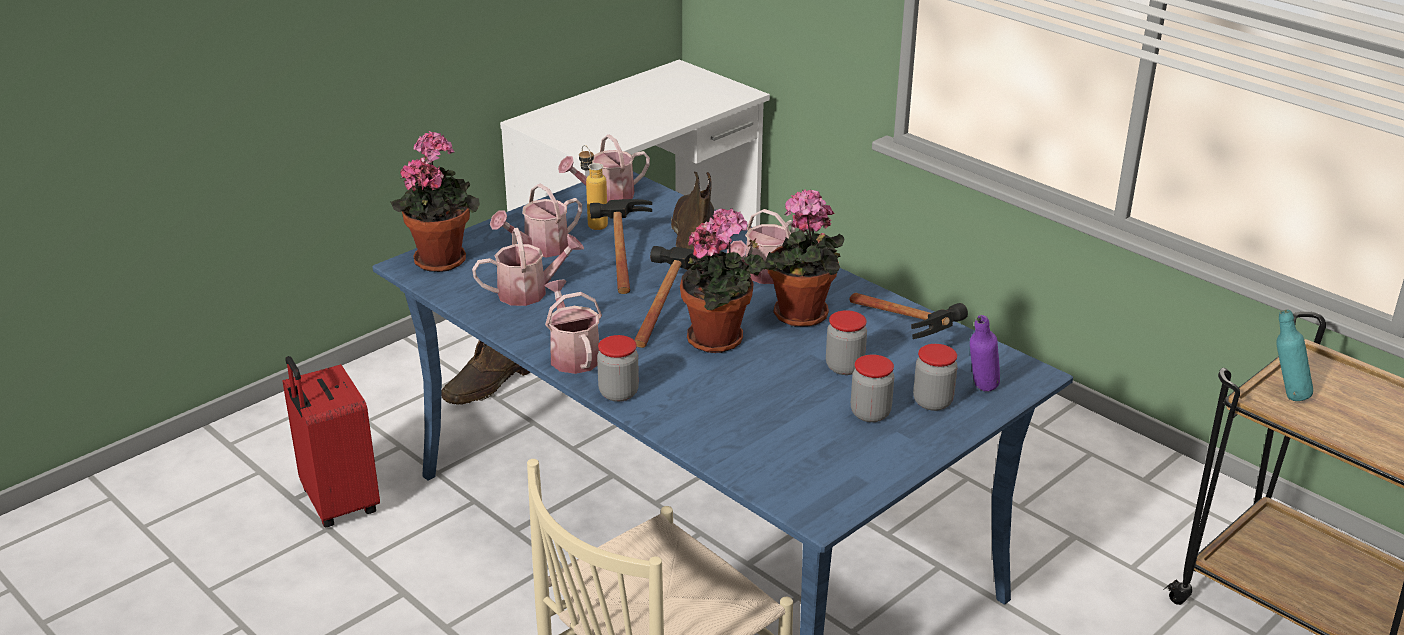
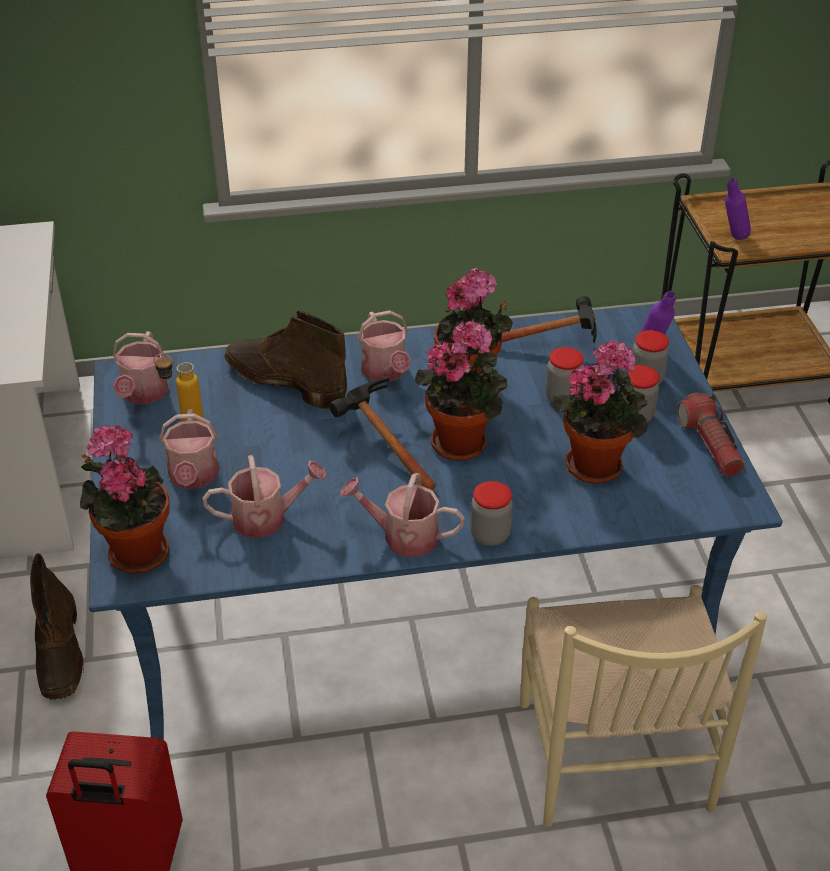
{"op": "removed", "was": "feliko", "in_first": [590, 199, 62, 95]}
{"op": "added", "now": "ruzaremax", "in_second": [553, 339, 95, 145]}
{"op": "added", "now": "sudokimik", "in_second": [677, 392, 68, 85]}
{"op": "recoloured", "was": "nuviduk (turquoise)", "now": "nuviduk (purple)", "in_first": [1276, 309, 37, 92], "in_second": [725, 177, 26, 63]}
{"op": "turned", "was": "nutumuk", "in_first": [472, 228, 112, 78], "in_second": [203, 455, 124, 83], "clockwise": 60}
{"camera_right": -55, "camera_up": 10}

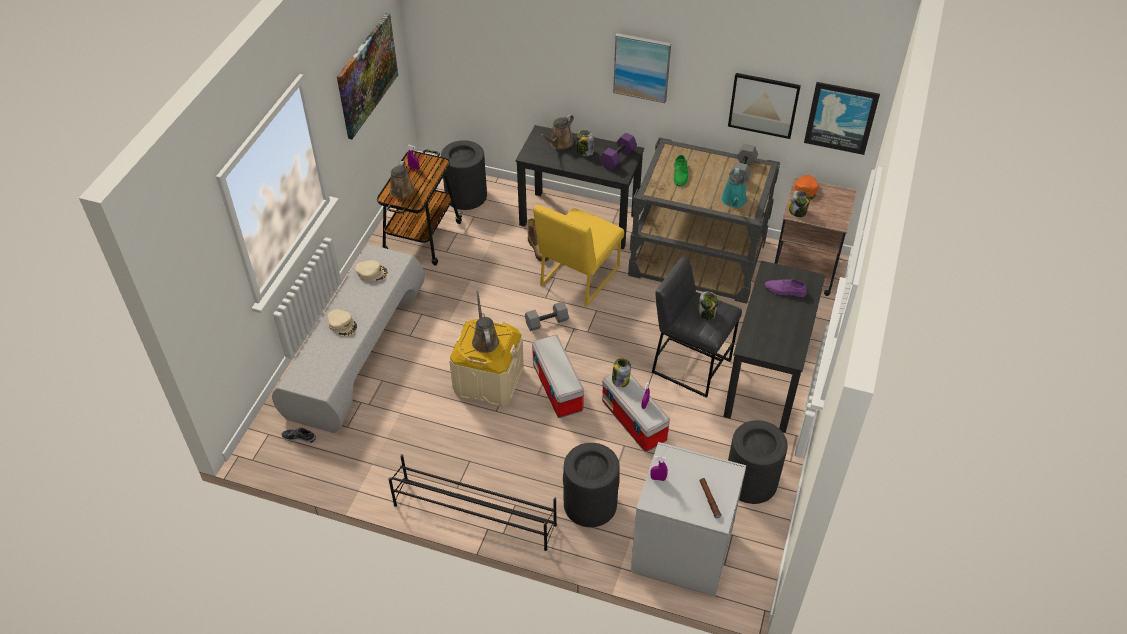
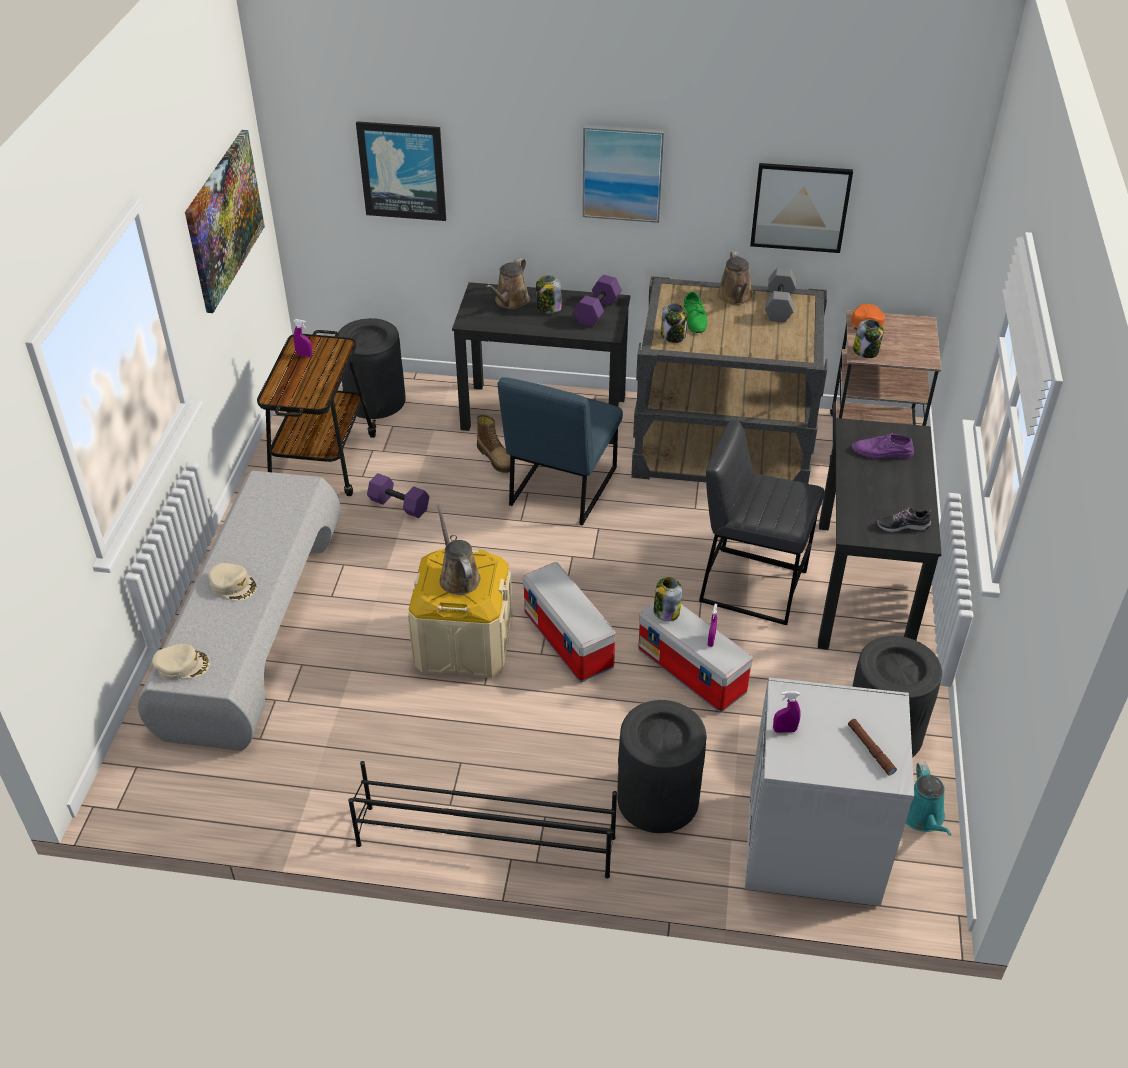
{"op": "removed", "was": "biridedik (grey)", "in_first": [525, 302, 44, 29]}
{"op": "added", "now": "biridedik (purple)", "in_second": [367, 473, 62, 45]}
{"op": "moved", "was": "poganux", "in_first": [282, 428, 34, 15], "in_second": [877, 507, 54, 25]}
{"op": "moved", "was": "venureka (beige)", "in_first": [355, 260, 33, 21], "in_second": [152, 644, 58, 36]}
{"op": "moved", "was": "nutumuk (brown)", "in_first": [390, 161, 25, 38], "in_second": [717, 251, 36, 54]}
{"op": "moved", "was": "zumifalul", "in_first": [698, 291, 20, 29], "in_second": [661, 303, 26, 40]}
{"op": "moved", "was": "nutumuk (turquoise)", "in_first": [721, 168, 26, 40], "in_second": [906, 763, 46, 73]}
{"op": "moved", "was": "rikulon", "in_first": [804, 82, 76, 73], "in_second": [356, 121, 90, 100]}
{"op": "recoloured", "was": "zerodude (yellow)", "now": "zerodude (blue)", "in_first": [533, 205, 91, 102], "in_second": [498, 377, 125, 149]}
{"camera_right": -10, "camera_up": -5}

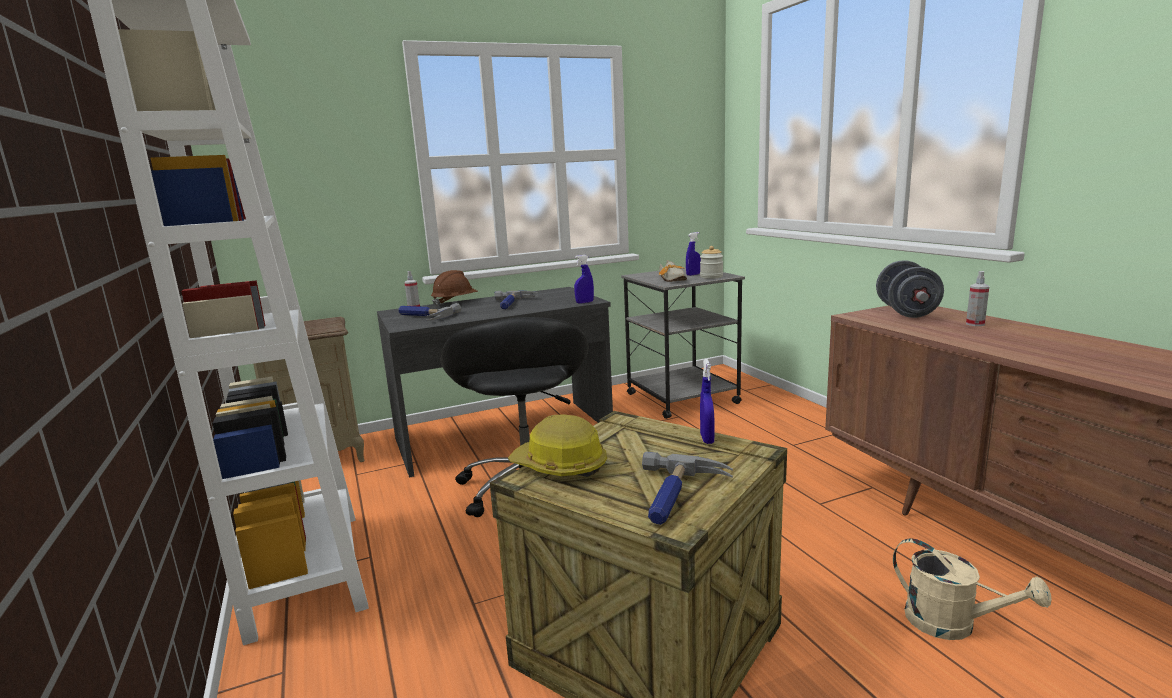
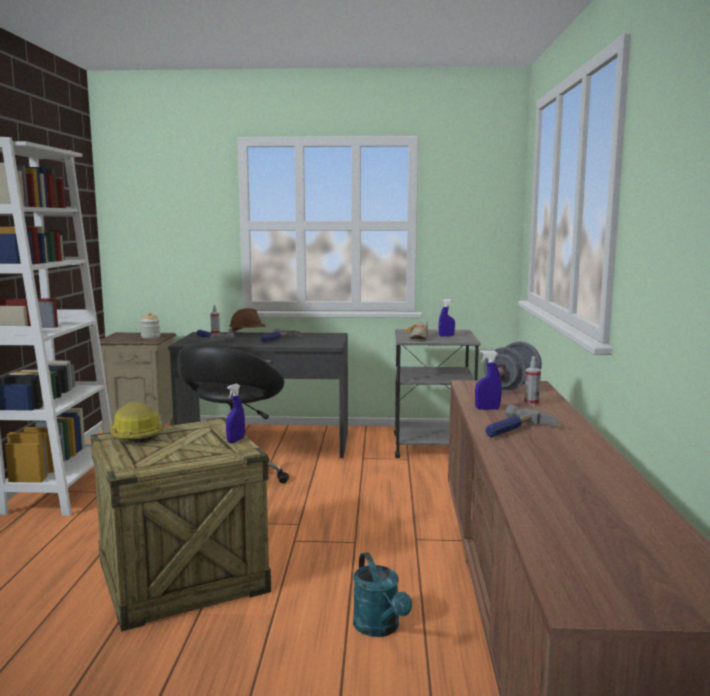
{"op": "moved", "was": "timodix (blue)", "in_first": [574, 255, 20, 49], "in_second": [475, 350, 27, 60]}
{"op": "moved", "was": "feliko", "in_first": [642, 452, 91, 73], "in_second": [485, 405, 77, 32]}
{"op": "moved", "was": "zumifalul", "in_first": [700, 246, 23, 33], "in_second": [140, 312, 20, 27]}
{"op": "recoloured", "was": "nutumuk (beige)", "now": "nutumuk (turquoise)", "in_first": [893, 538, 158, 102], "in_second": [353, 552, 59, 85]}
{"camera_right": 25, "camera_up": -5}

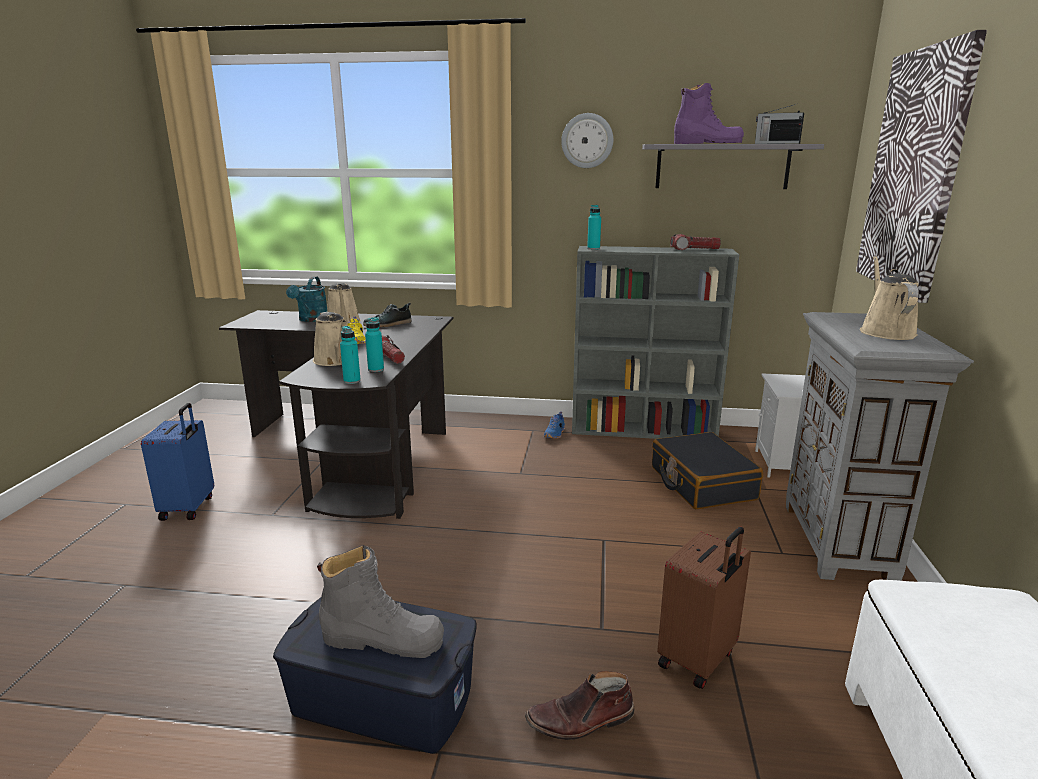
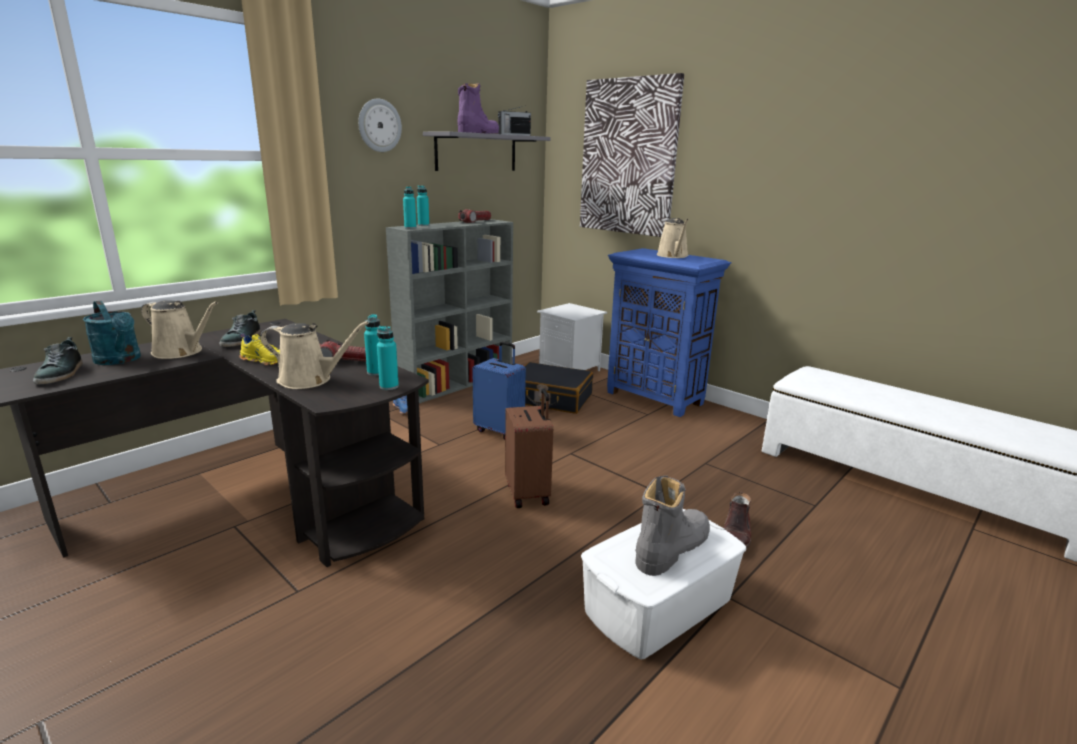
{"op": "added", "now": "poganux", "in_second": [33, 337, 50, 47]}
{"op": "added", "now": "nuviduk (turquoise)", "in_second": [417, 186, 12, 40]}
{"op": "moved", "was": "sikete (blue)", "in_first": [141, 403, 73, 118], "in_second": [472, 342, 54, 97]}
{"op": "moved", "was": "sikete (brown)", "in_first": [657, 527, 94, 162], "in_second": [505, 388, 48, 120]}
{"op": "recoloured", "was": "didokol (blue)", "now": "didokol (white)", "in_first": [273, 598, 204, 156], "in_second": [581, 509, 165, 151]}
{"op": "recoloured", "was": "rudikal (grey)", "now": "rudikal (blue)", "in_first": [786, 312, 188, 269], "in_second": [607, 248, 125, 169]}
{"op": "turned", "was": "nutumuk (beige)", "in_first": [860, 256, 59, 84], "in_second": [657, 218, 32, 40], "clockwise": -135}
{"camera_right": -55, "camera_up": 0}

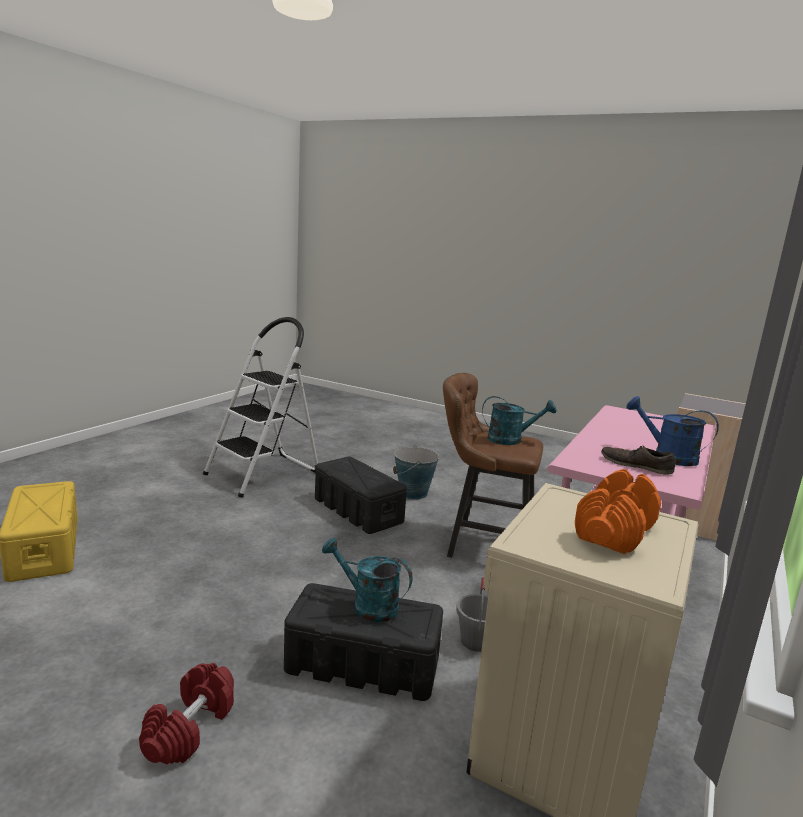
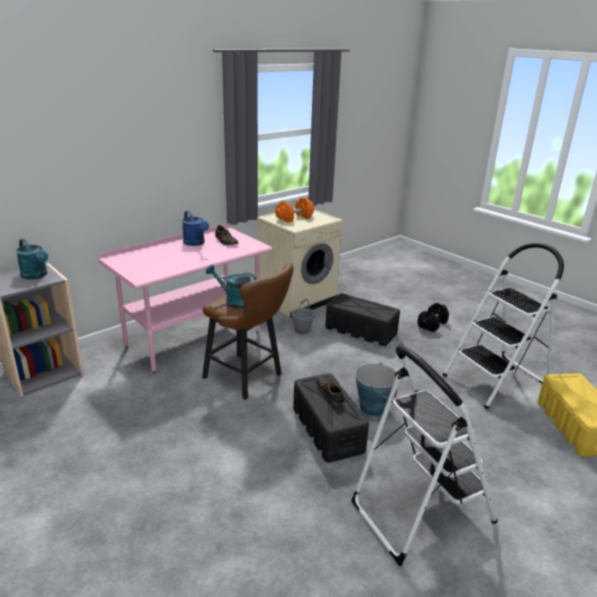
{"op": "added", "now": "poganux (brown)", "in_second": [316, 376, 28, 29]}
{"op": "added", "now": "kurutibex", "in_second": [443, 243, 121, 166]}
{"op": "moved", "was": "nutumuk (turquoise)", "in_first": [322, 538, 91, 84], "in_second": [16, 239, 32, 40]}
{"op": "moved", "was": "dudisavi", "in_first": [393, 445, 46, 55], "in_second": [355, 362, 43, 55]}
{"op": "recoloured", "was": "biridedik (red)", "now": "biridedik (black)", "in_first": [139, 663, 95, 101], "in_second": [418, 303, 31, 29]}
{"camera_right": -160, "camera_up": 10}

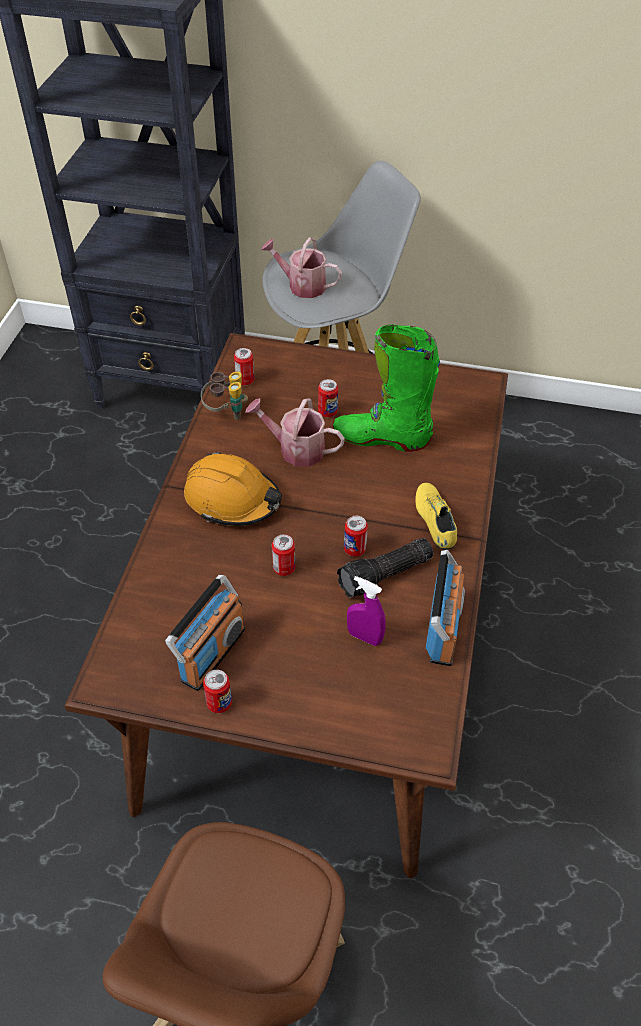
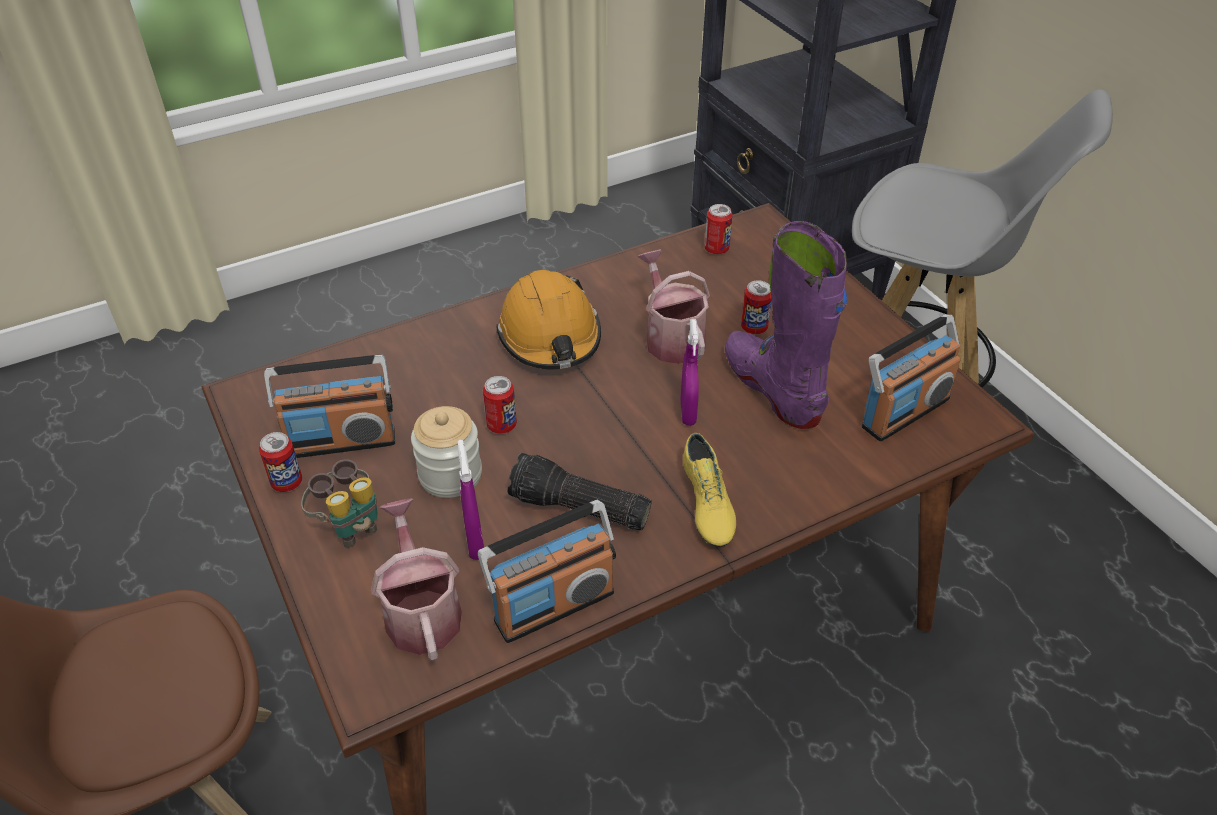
{"op": "removed", "was": "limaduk", "in_first": [344, 516, 24, 41]}
{"op": "added", "now": "zumifalul", "in_second": [411, 406, 71, 92]}
{"op": "added", "now": "timodix (purple)", "in_second": [680, 319, 19, 107]}
{"op": "added", "now": "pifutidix", "in_second": [862, 314, 99, 128]}
{"op": "moved", "was": "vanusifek", "in_first": [201, 371, 47, 49], "in_second": [301, 459, 77, 89]}
{"op": "moved", "was": "nutumuk", "in_first": [261, 237, 81, 61], "in_second": [371, 498, 91, 163]}
{"op": "recoloured", "was": "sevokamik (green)", "now": "sevokamik (purple)", "in_first": [333, 324, 107, 128], "in_second": [725, 221, 123, 208]}
{"op": "turned", "was": "poganux (yellow)", "in_first": [415, 483, 42, 67], "in_second": [683, 433, 53, 114], "clockwise": 135}
{"camera_right": 50, "camera_up": -5}

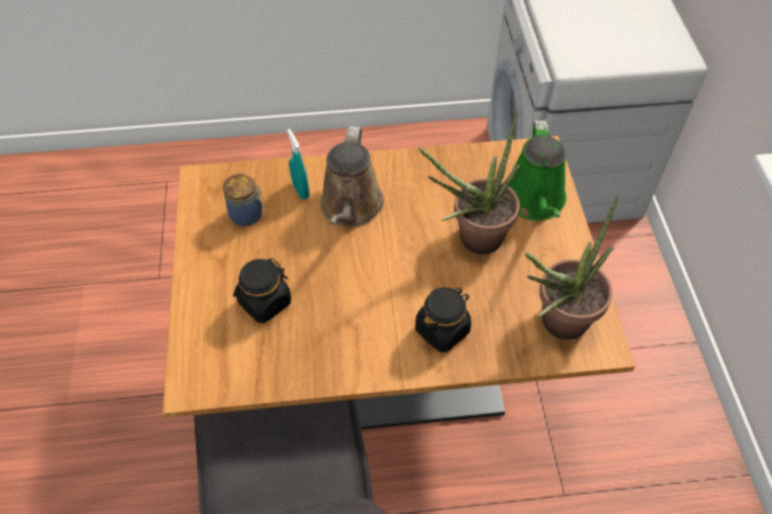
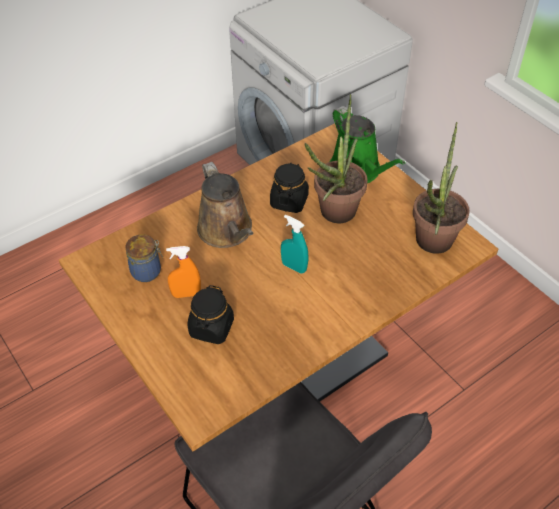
{"op": "added", "now": "timodix (orange)", "in_second": [166, 246, 35, 52]}
{"op": "moved", "was": "timodix (turquoise)", "in_first": [287, 129, 23, 70], "in_second": [281, 215, 28, 59]}
{"op": "moved", "was": "zumifalul (black)", "in_first": [415, 287, 56, 65], "in_second": [270, 163, 39, 50]}
{"camera_right": -30, "camera_up": -5}

